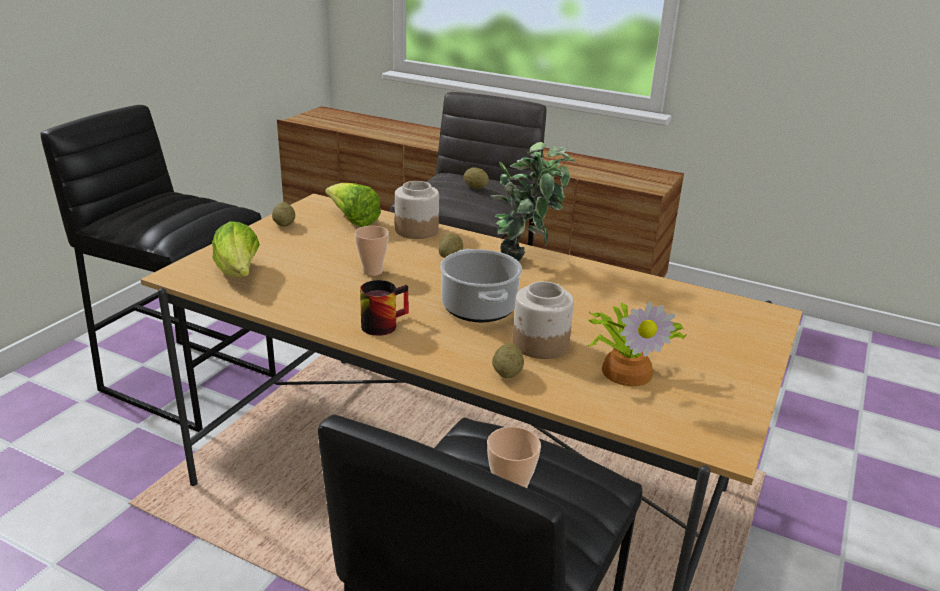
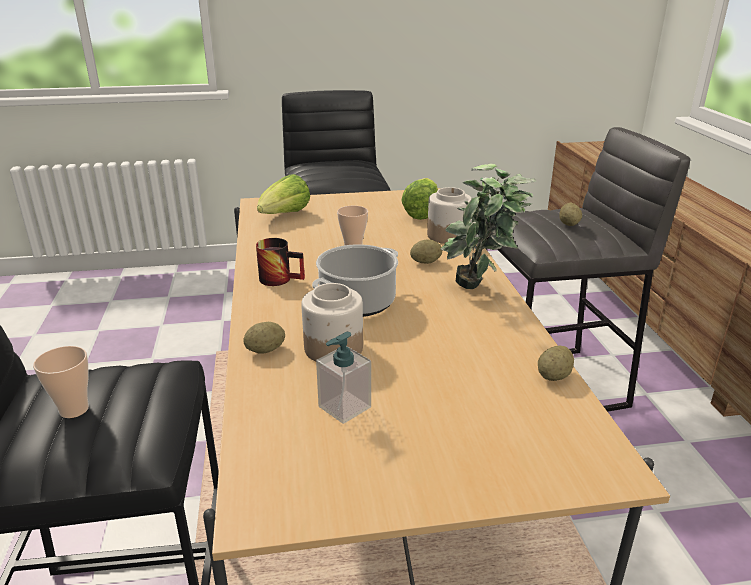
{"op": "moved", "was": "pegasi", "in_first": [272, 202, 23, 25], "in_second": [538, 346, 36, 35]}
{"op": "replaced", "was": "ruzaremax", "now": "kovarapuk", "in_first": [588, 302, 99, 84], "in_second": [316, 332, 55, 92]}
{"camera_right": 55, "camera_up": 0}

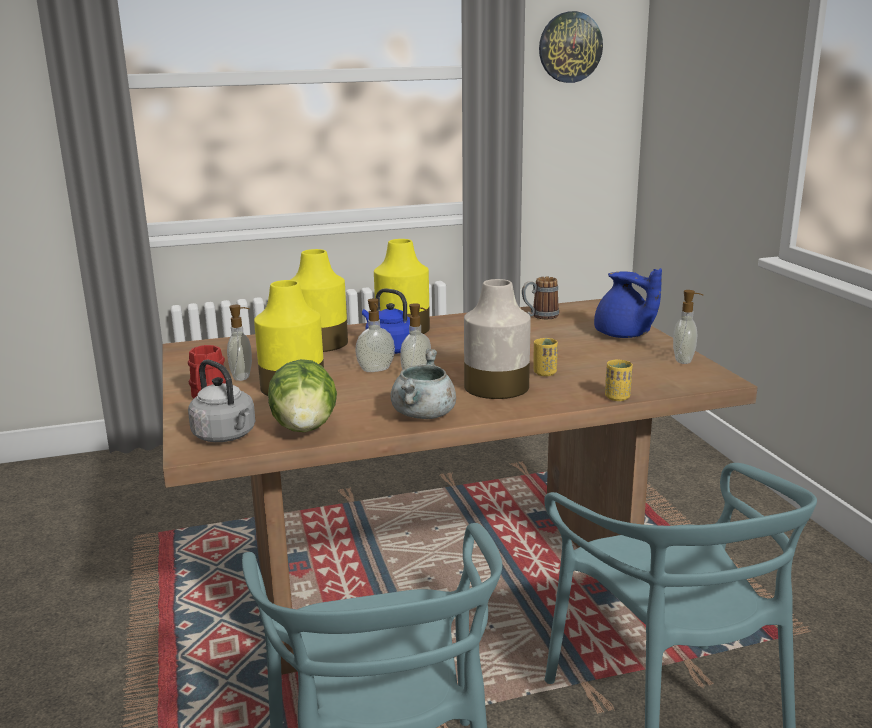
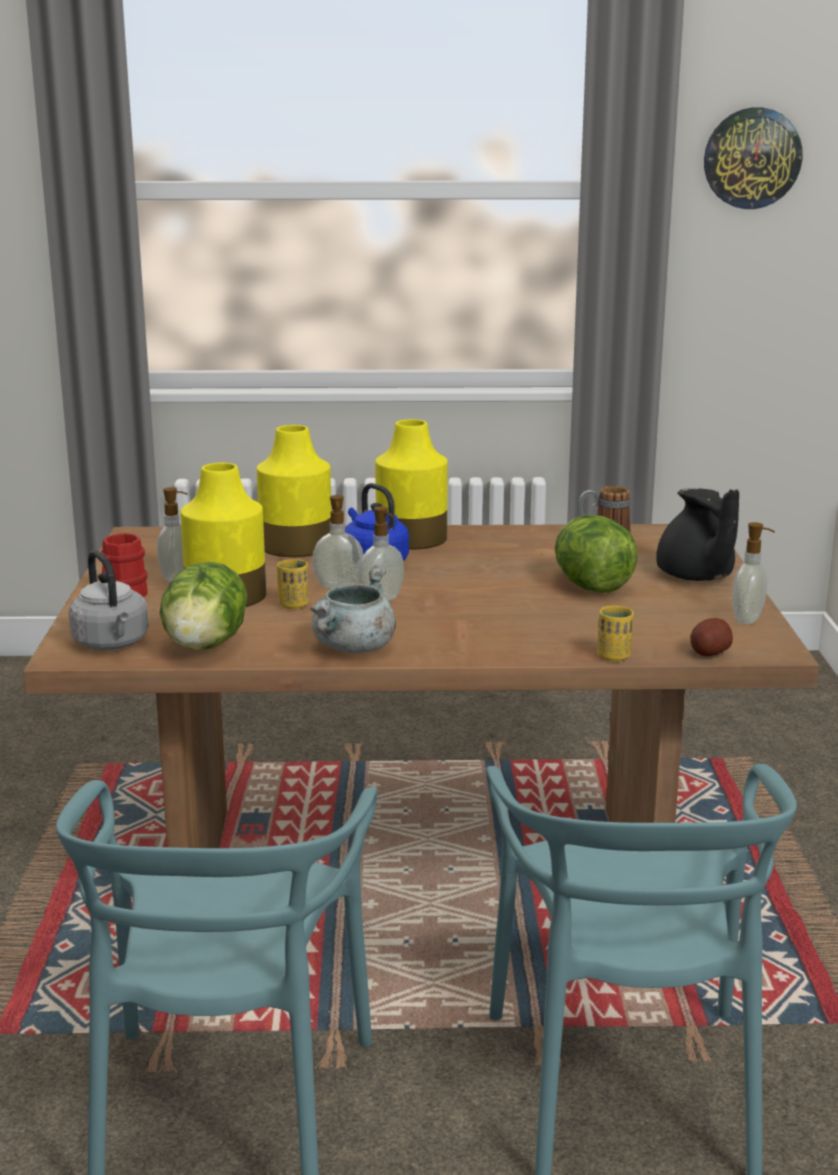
{"op": "removed", "was": "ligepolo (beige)", "in_first": [464, 279, 67, 120]}
{"op": "added", "now": "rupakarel", "in_second": [555, 515, 83, 78]}
{"op": "added", "now": "pegasi", "in_second": [691, 618, 42, 38]}
{"op": "moved", "was": "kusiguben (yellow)", "in_first": [533, 338, 25, 38], "in_second": [277, 559, 32, 50]}
{"op": "recoloured", "was": "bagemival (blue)", "now": "bagemival (black)", "in_first": [594, 268, 68, 70], "in_second": [657, 488, 82, 93]}
{"camera_right": 15, "camera_up": 0}

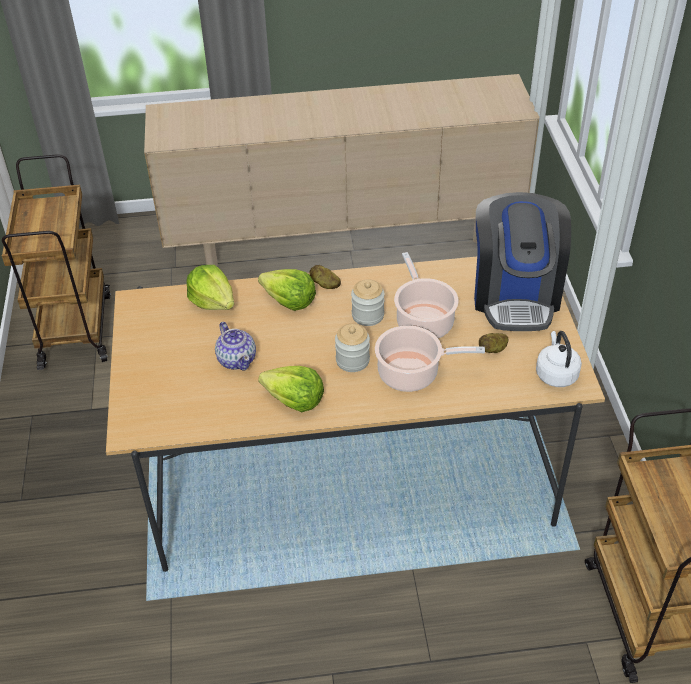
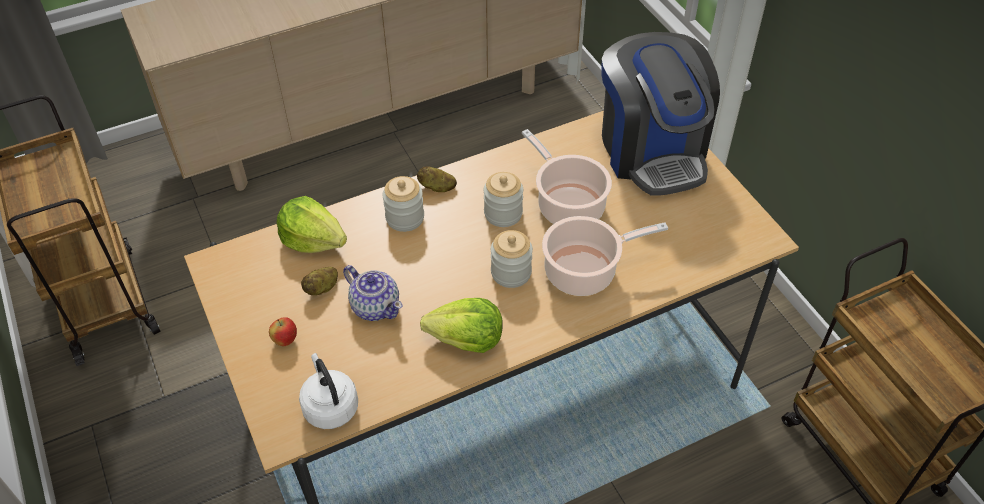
{"op": "added", "now": "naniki", "in_second": [269, 317, 28, 29]}
{"op": "moved", "was": "pegasi", "in_first": [479, 333, 30, 20], "in_second": [301, 267, 37, 28]}
{"op": "moved", "was": "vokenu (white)", "in_first": [536, 331, 46, 56], "in_second": [299, 353, 59, 76]}
{"op": "replaced", "was": "rupakarel", "now": "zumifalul", "in_first": [258, 269, 58, 42], "in_second": [382, 176, 42, 56]}
{"camera_right": -20, "camera_up": 5}

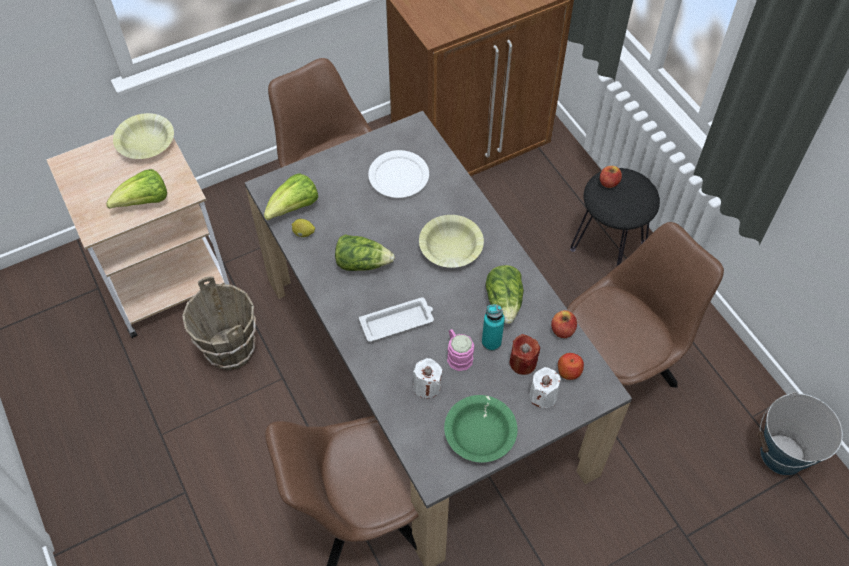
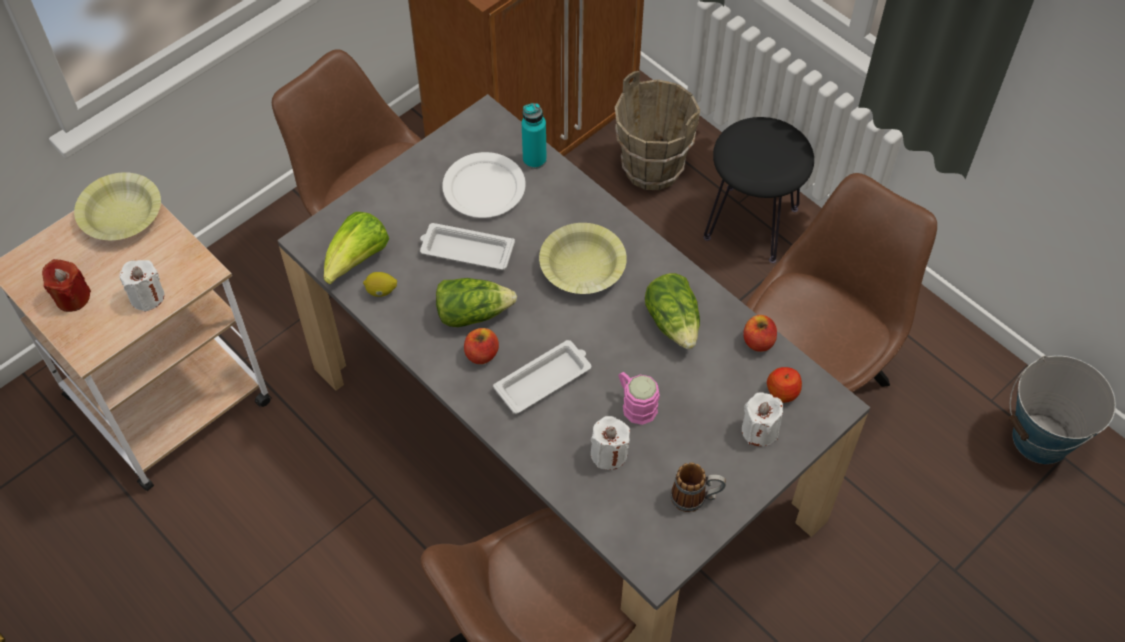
{"op": "added", "now": "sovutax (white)", "in_second": [420, 223, 95, 47]}
{"op": "moved", "was": "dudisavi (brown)", "in_first": [182, 276, 74, 94], "in_second": [615, 71, 85, 119]}
{"op": "moved", "was": "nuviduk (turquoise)", "in_first": [482, 304, 23, 47], "in_second": [522, 103, 25, 66]}
{"op": "moved", "was": "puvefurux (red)", "in_first": [510, 334, 30, 41], "in_second": [42, 259, 49, 53]}
{"op": "moved", "was": "naniki", "in_first": [600, 166, 22, 22], "in_second": [464, 328, 35, 36]}
{"op": "replaced", "was": "rupakarel", "now": "puvefurux (white)", "in_first": [106, 169, 61, 40], "in_second": [120, 260, 44, 52]}
{"op": "replaced", "was": "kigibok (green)", "now": "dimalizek", "in_first": [444, 395, 74, 67], "in_second": [670, 463, 56, 49]}
{"camera_right": -15, "camera_up": 0}

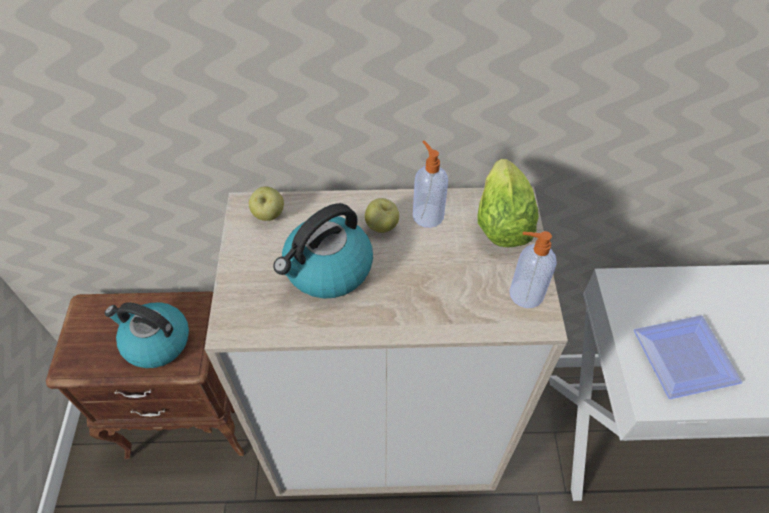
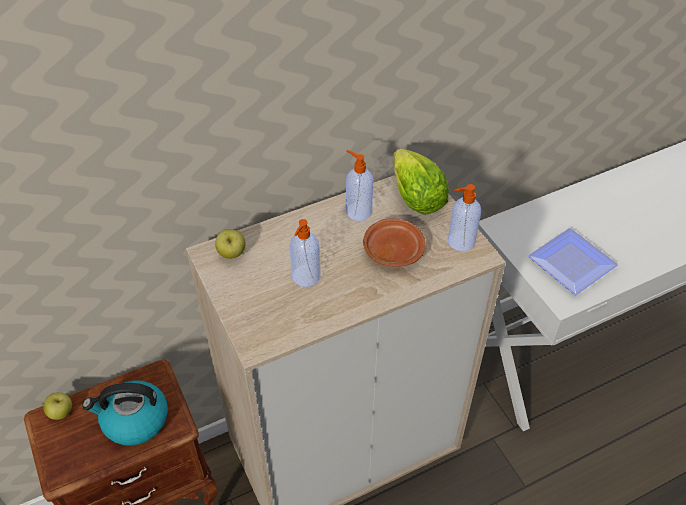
{"op": "added", "now": "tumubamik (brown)", "in_second": [363, 218, 62, 49]}
{"op": "moved", "was": "naniki", "in_first": [365, 198, 34, 35], "in_second": [43, 392, 29, 28]}
{"op": "replaced", "was": "vokenu", "now": "kovarapuk", "in_first": [273, 203, 100, 96], "in_second": [289, 219, 32, 68]}
{"camera_right": -25, "camera_up": -5}

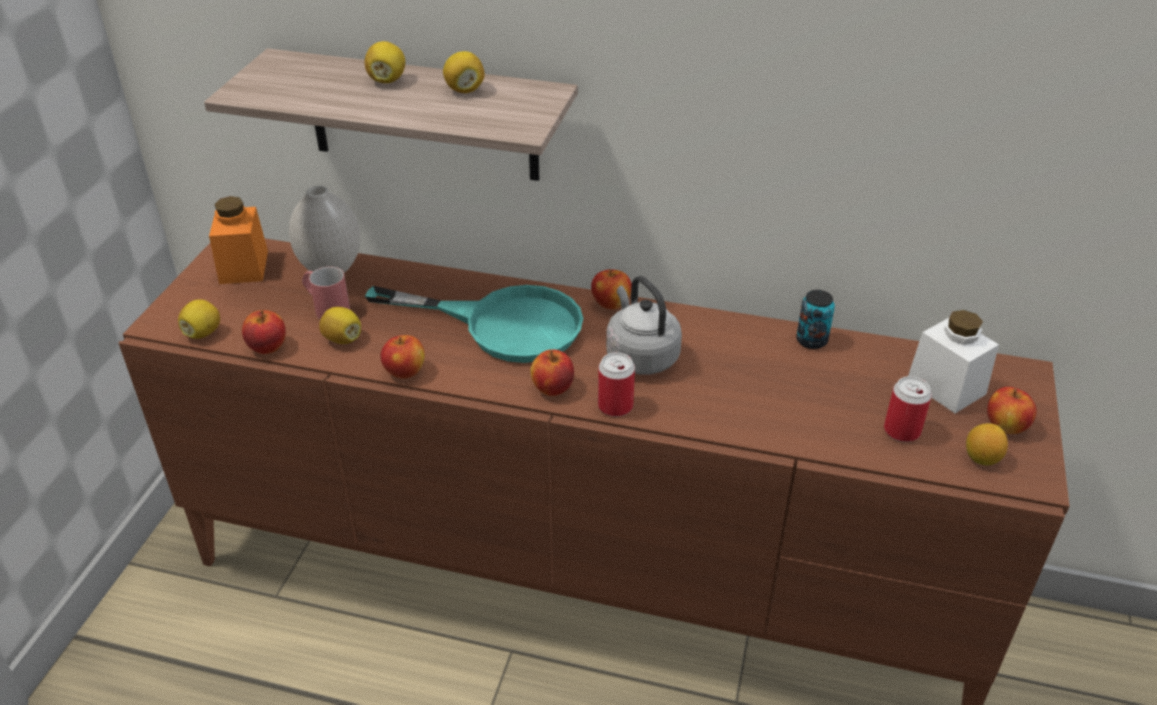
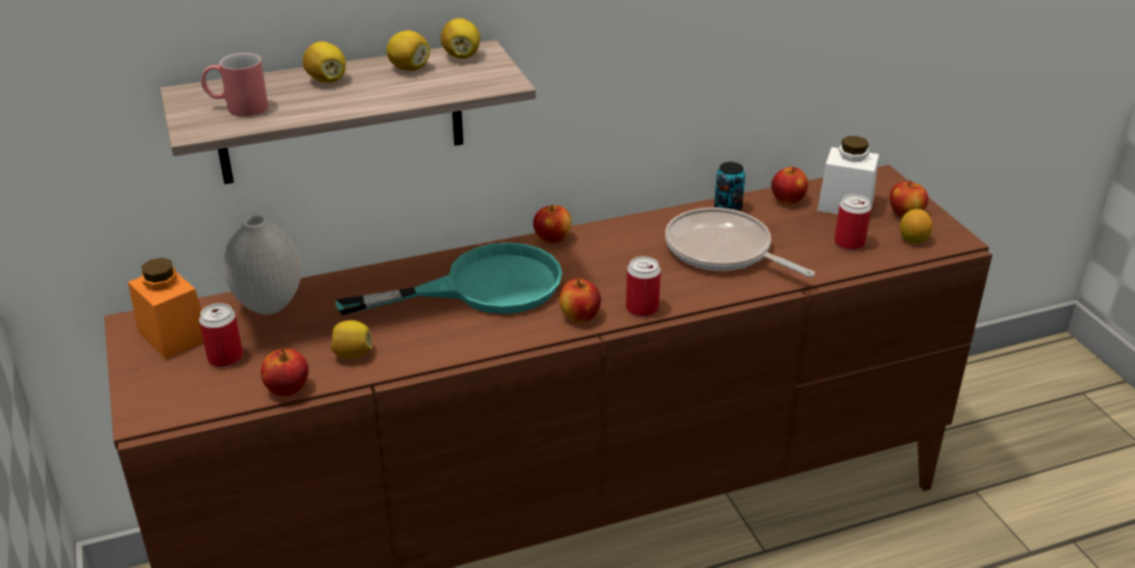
{"op": "removed", "was": "vokenu (grey)", "in_first": [606, 276, 76, 99]}
{"op": "added", "now": "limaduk", "in_second": [199, 303, 44, 64]}
{"op": "added", "now": "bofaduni", "in_second": [665, 207, 150, 70]}
{"op": "moved", "was": "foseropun", "in_first": [178, 299, 42, 40], "in_second": [441, 18, 39, 41]}
{"op": "moved", "was": "dimalizek (red)", "in_first": [302, 266, 48, 54], "in_second": [201, 53, 67, 64]}
{"op": "moved", "was": "naniki", "in_first": [381, 335, 44, 44], "in_second": [771, 167, 37, 37]}
{"camera_right": -35, "camera_up": -5}

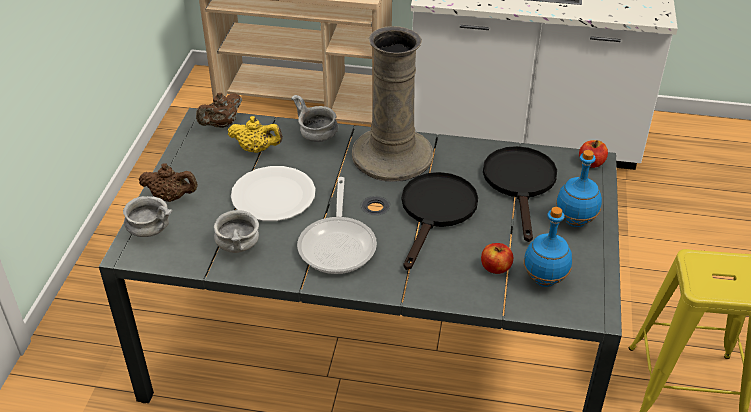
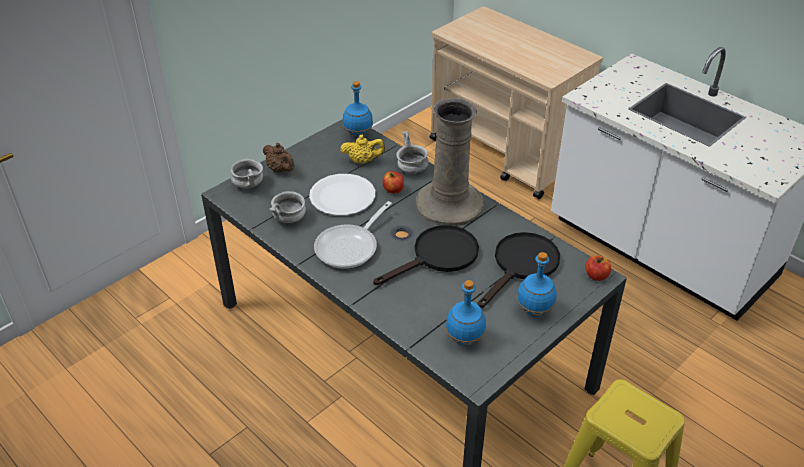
{"op": "moved", "was": "naniki", "in_first": [481, 243, 32, 31], "in_second": [382, 171, 22, 23]}
{"op": "replaced", "was": "bagemival (brown)", "now": "nuviduk (blue)", "in_first": [196, 93, 46, 35], "in_second": [342, 81, 31, 57]}
{"op": "turned", "was": "bagemival (yellow)", "in_first": [228, 116, 55, 37], "in_second": [340, 134, 45, 30], "clockwise": -45}
{"camera_right": 35, "camera_up": 0}

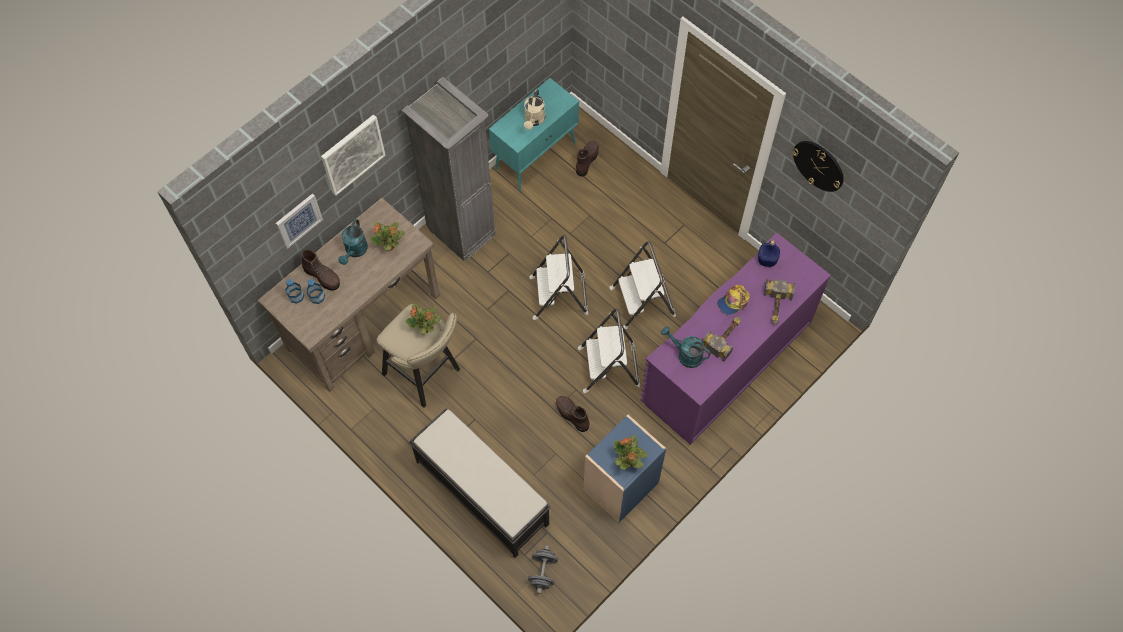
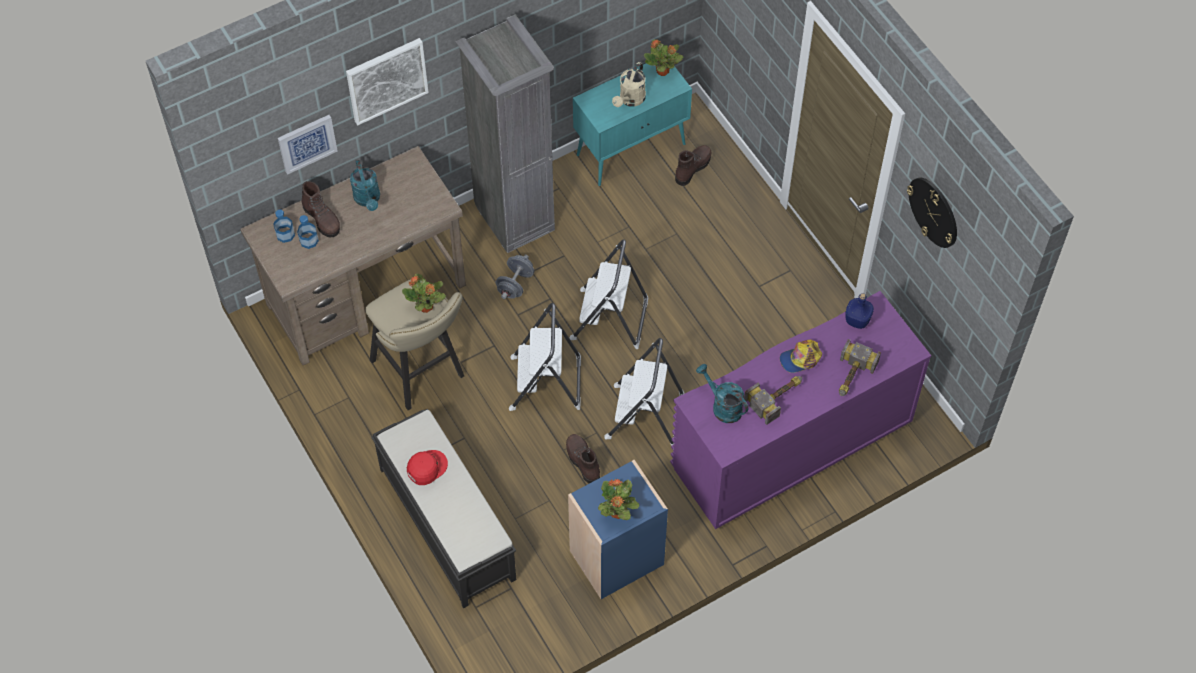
{"op": "added", "now": "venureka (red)", "in_second": [407, 450, 41, 35]}
{"op": "moved", "was": "ruzaremax", "in_first": [370, 222, 35, 29], "in_second": [644, 39, 39, 37]}
{"op": "moved", "was": "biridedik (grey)", "in_first": [528, 545, 30, 49], "in_second": [496, 255, 38, 44]}
{"op": "moved", "was": "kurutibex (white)", "in_first": [609, 241, 67, 89], "in_second": [509, 303, 72, 108]}
{"op": "turned", "was": "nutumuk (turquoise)", "in_first": [338, 219, 30, 46], "in_second": [350, 160, 30, 51], "clockwise": -45}
{"camera_right": 15, "camera_up": -5}

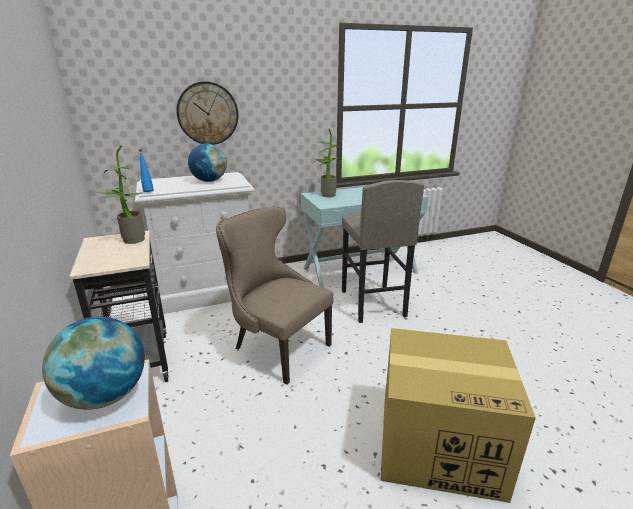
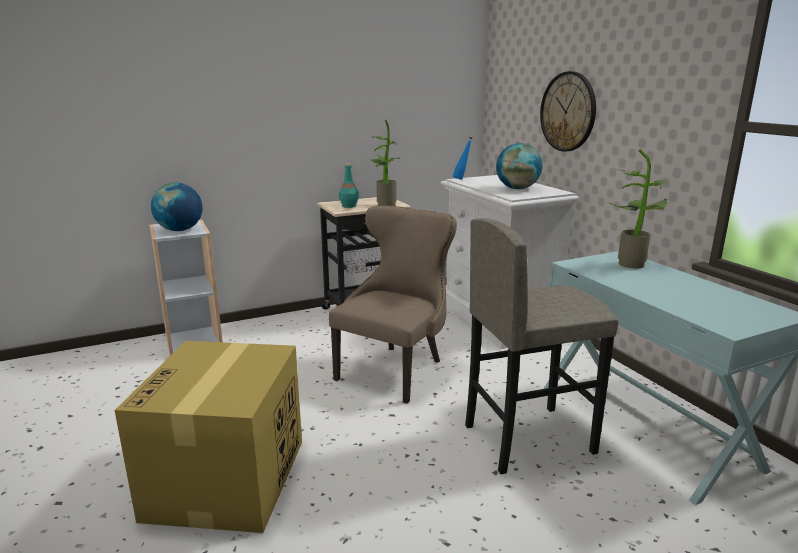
{"op": "added", "now": "nuviduk (turquoise)", "in_second": [339, 163, 20, 45]}
{"camera_right": 85, "camera_up": -5}

